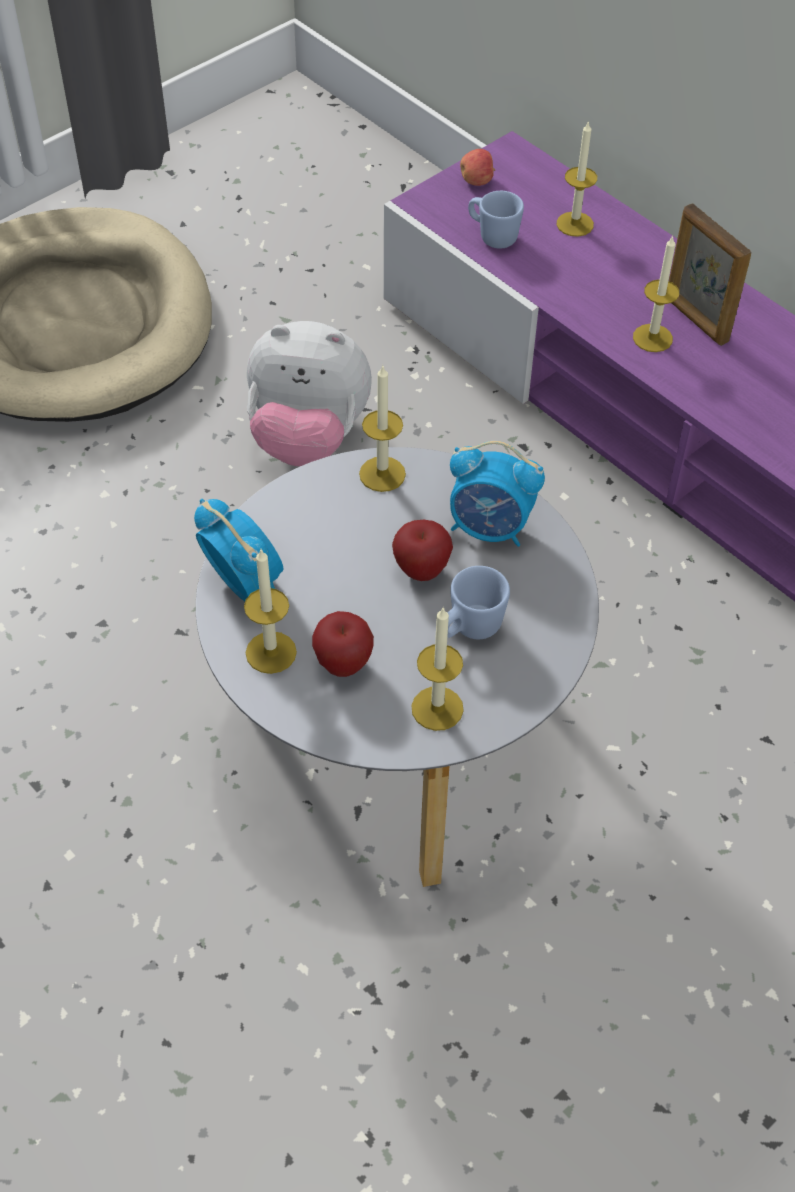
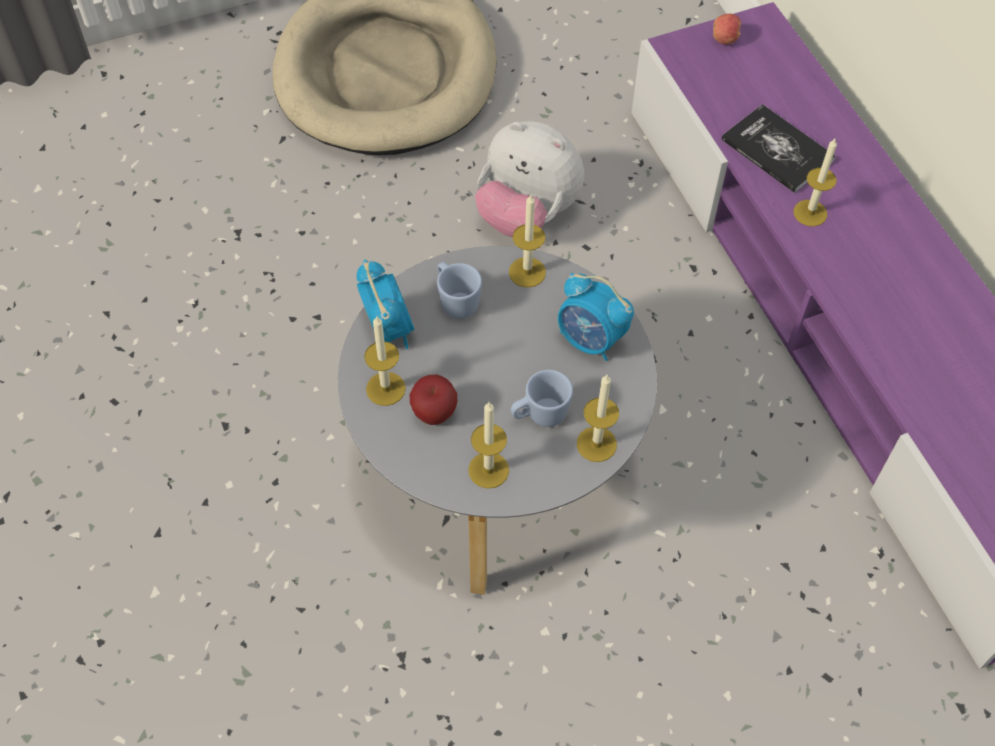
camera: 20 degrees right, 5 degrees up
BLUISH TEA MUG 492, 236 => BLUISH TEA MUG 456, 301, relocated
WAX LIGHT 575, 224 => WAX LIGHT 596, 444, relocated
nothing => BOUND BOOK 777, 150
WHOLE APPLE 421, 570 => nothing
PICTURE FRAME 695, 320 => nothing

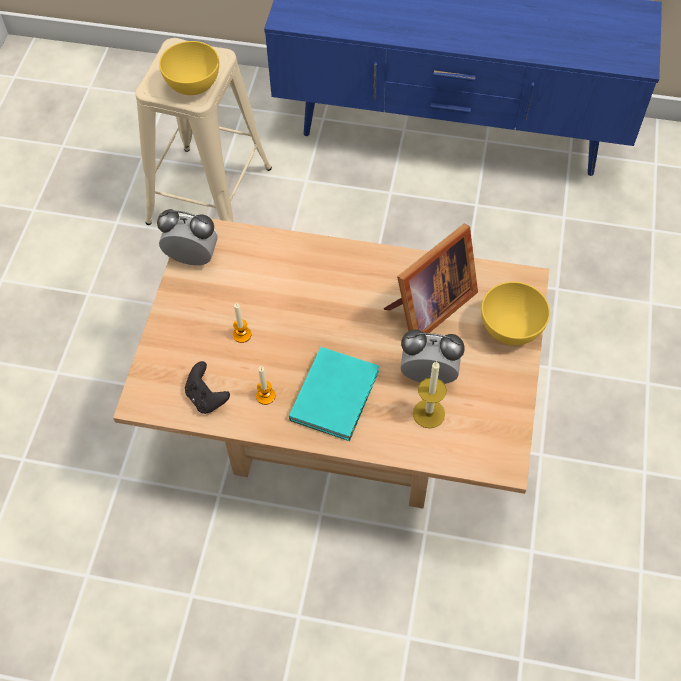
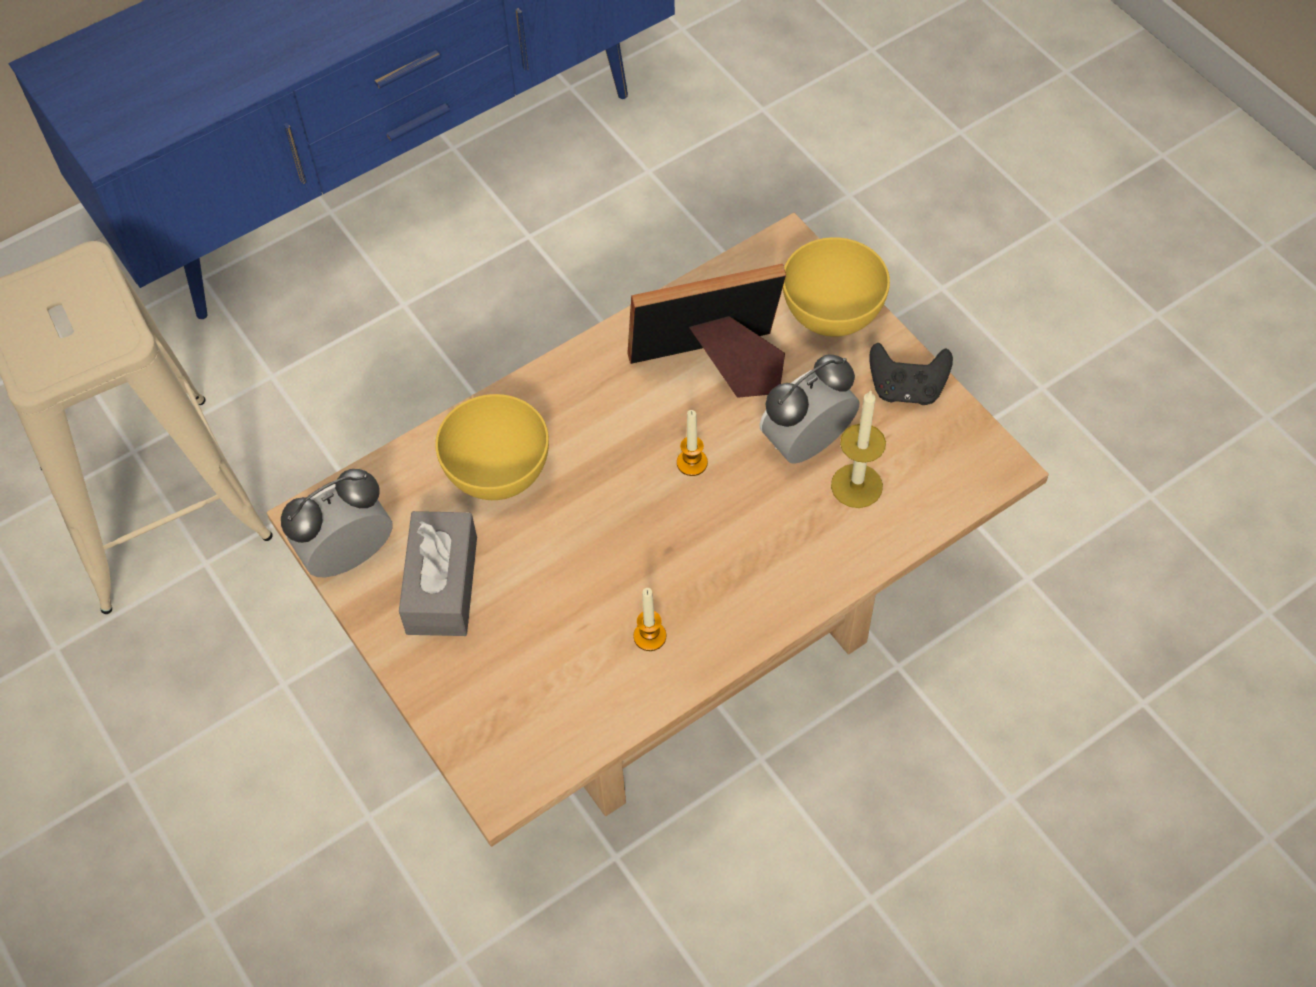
camera: 45 degrees left, 0 degrees up
nothing => GREYISH TISSUE HOLDER 442, 585
YELLOW-COLOURED SERVING BOWL 193, 85 => YELLOW-COLOURED SERVING BOWL 497, 473, relocated
PICTURE FRAME 427, 307 => PICTURE FRAME 713, 367, 105 degrees counterclockwise
WAX LIGHT 242, 335 => WAX LIGHT 692, 463, relocated
BLACK GAMEPAD 207, 397 => BLACK GAMEPAD 906, 389, relocated
TURQUOISE BOUND BOOK 337, 393 => nothing

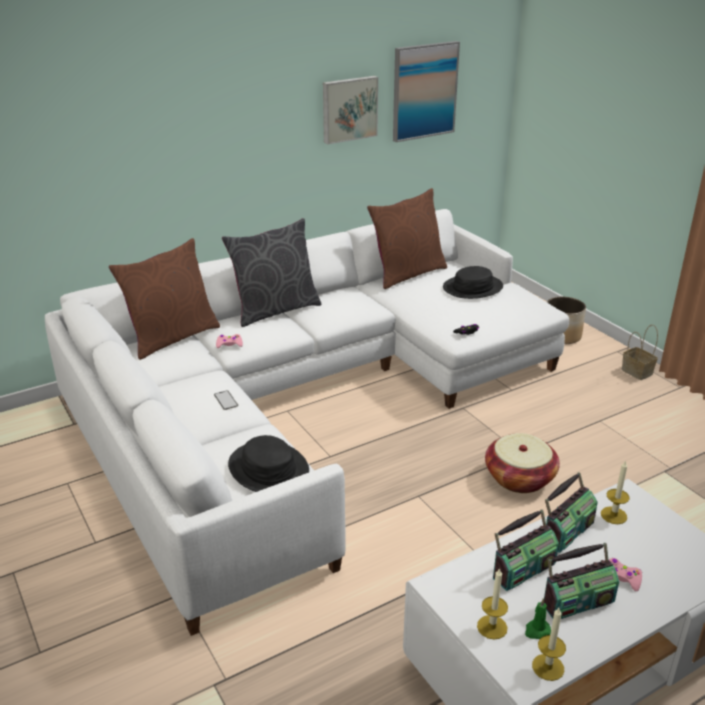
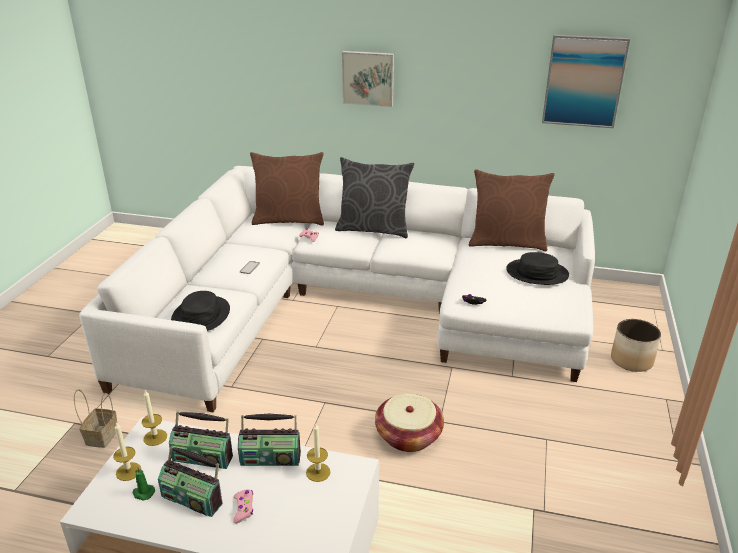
camera: 45 degrees right, 0 degrees up
BASKET 635, 371 => BASKET 102, 435, relocated
WAX LIGHT 548, 667 => WAX LIGHT 155, 437, relocated
PICTURE 349, 109 => PICTURE 368, 78, relocated

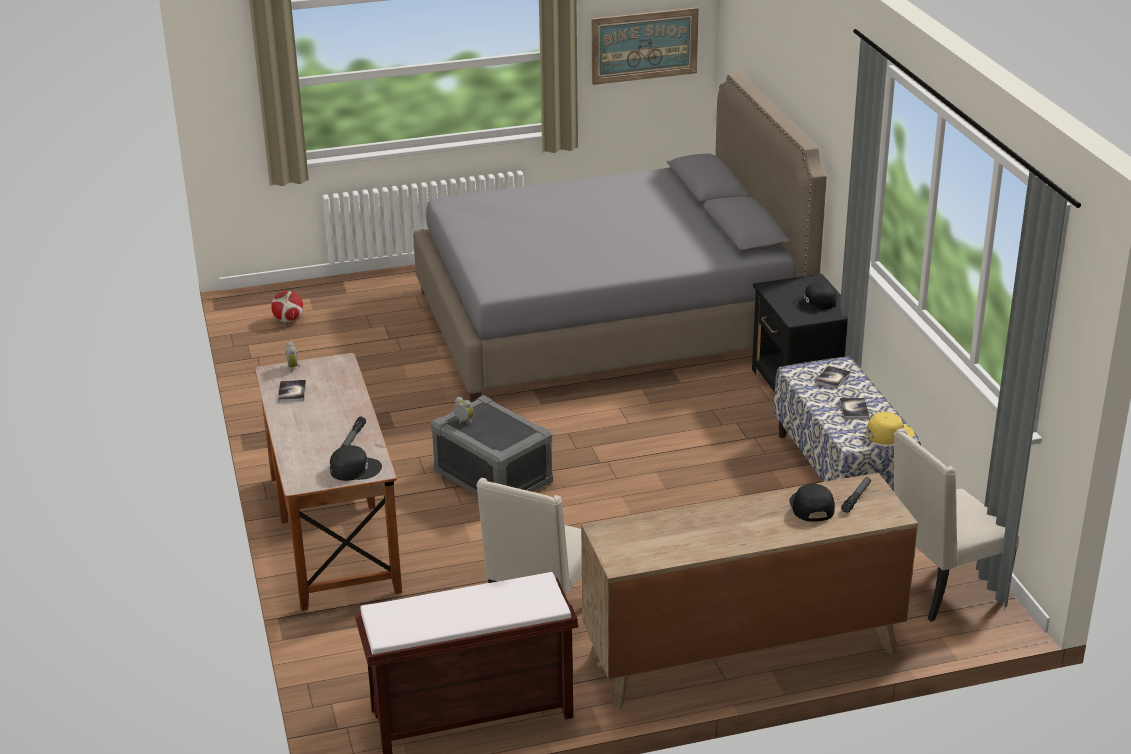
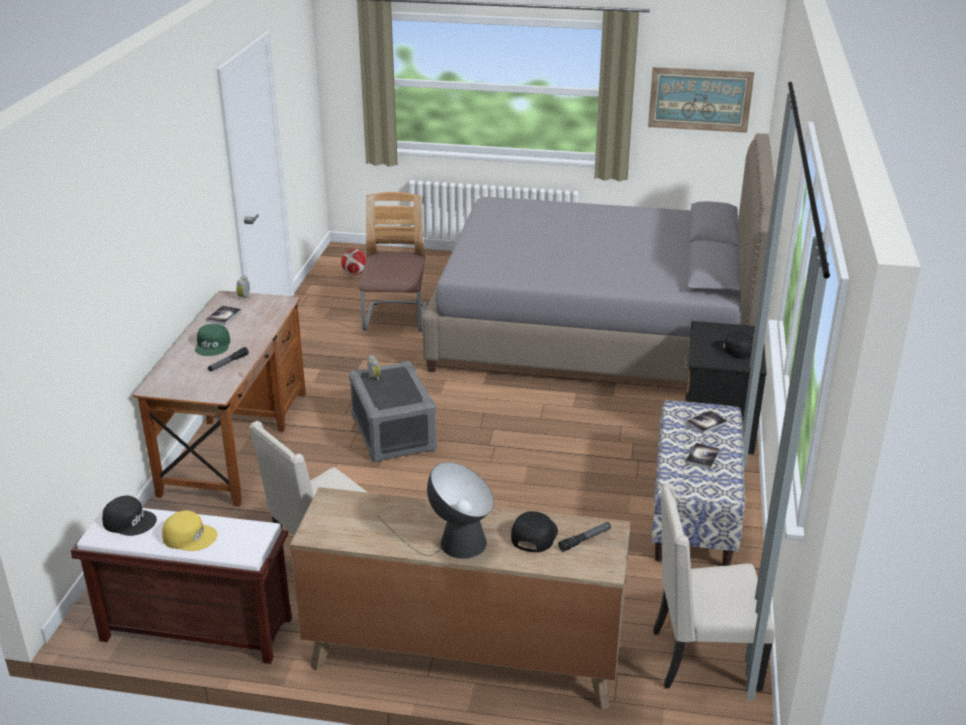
camera: 25 degrees right, 0 degrees up
BLACK CAP 355, 469 => BLACK CAP 130, 521, relocated
YELLOW-COLOURED CAP 889, 433 => YELLOW-COLOURED CAP 190, 536, relocated
nothing => GREEN CAP 213, 345
nothing => UPRIGHT CHAIR 395, 319
nothing => TABLETOP LAMP 454, 542

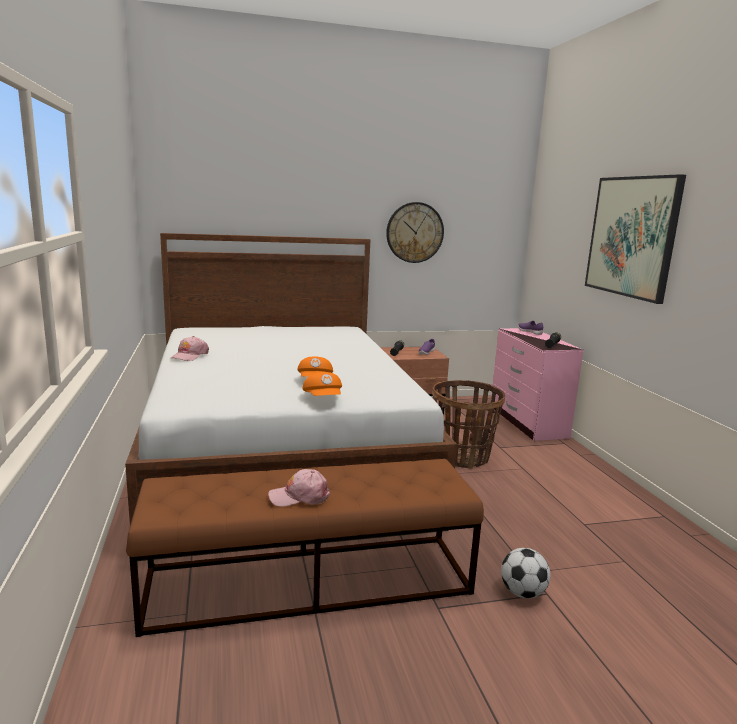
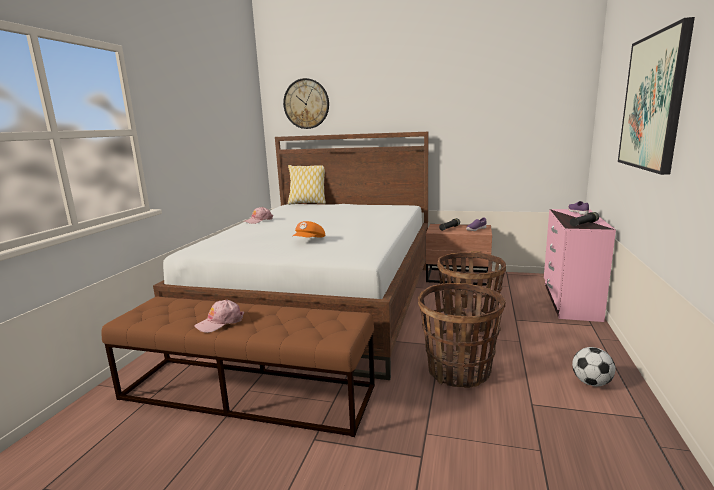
camera: 30 degrees right, 0 degrees up
PINK CAP 299, 496 => PINK CAP 220, 322, 60 degrees counterclockwise
HANGING CLOCK 414, 232 => HANGING CLOCK 306, 104, relocated
nothing => THROW PILLOW 307, 203
nothing => BASKET 459, 371
FOOTBALL BALL 522, 593 => FOOTBALL BALL 591, 383, relocated
ORANGE-COLOURED CAP 323, 399 => nothing

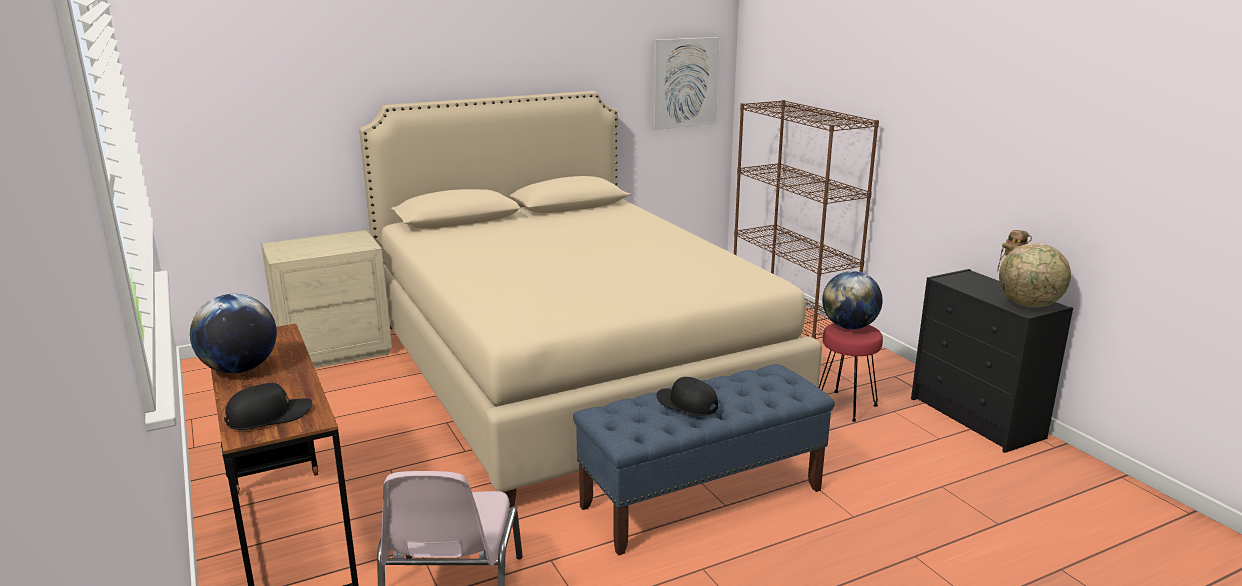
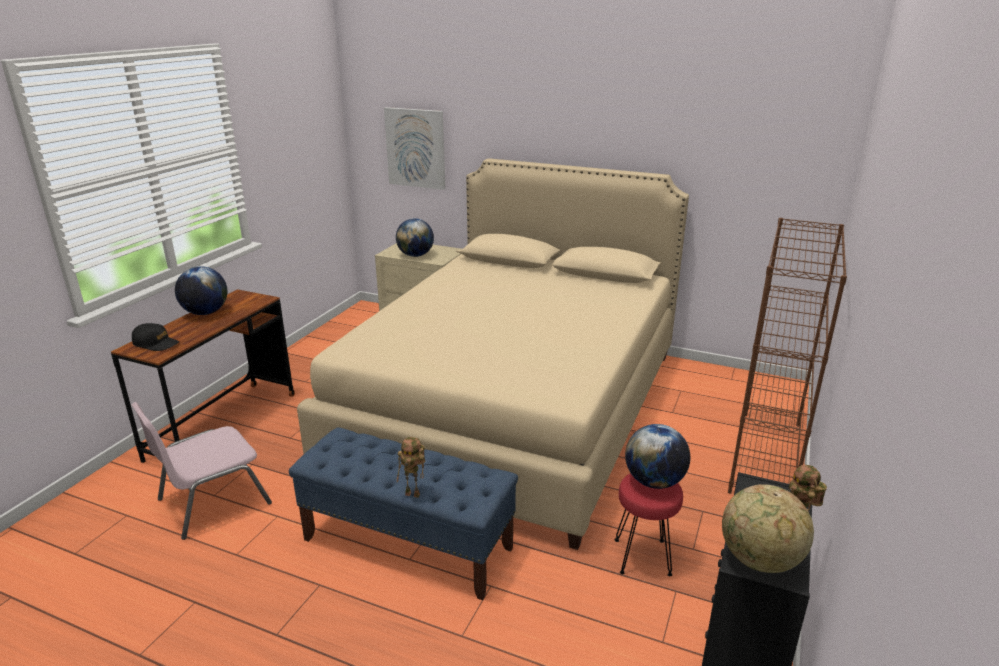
camera: 50 degrees right, 5 degrees up
PICTURE 684, 83 => PICTURE 416, 148, relocated
nothing => GLOBE 415, 255
nothing => TOY ROBOT 414, 494
BLACK CAP 687, 404 => nothing

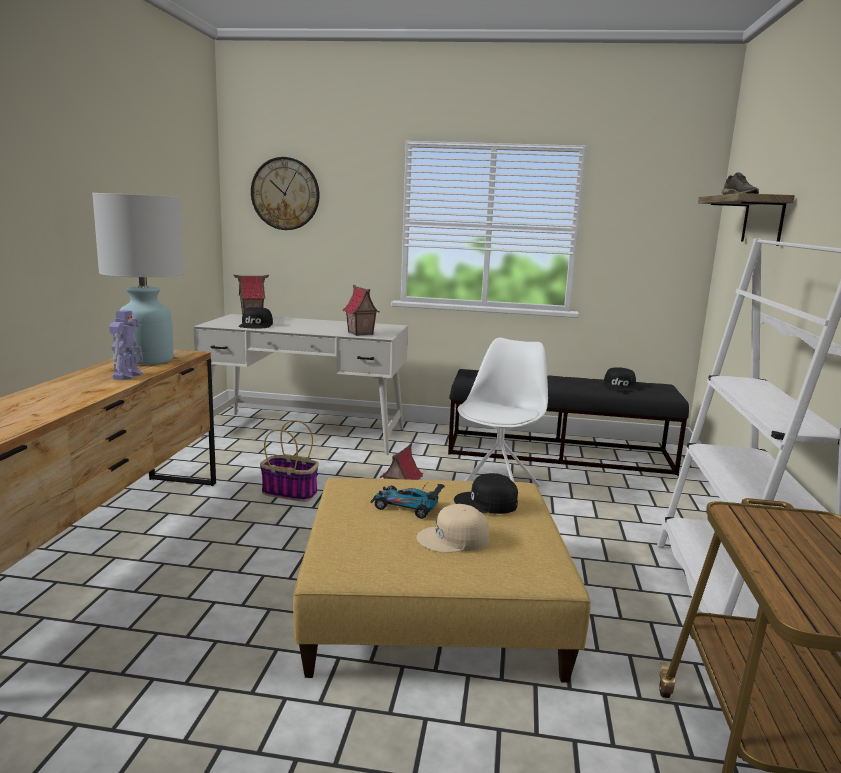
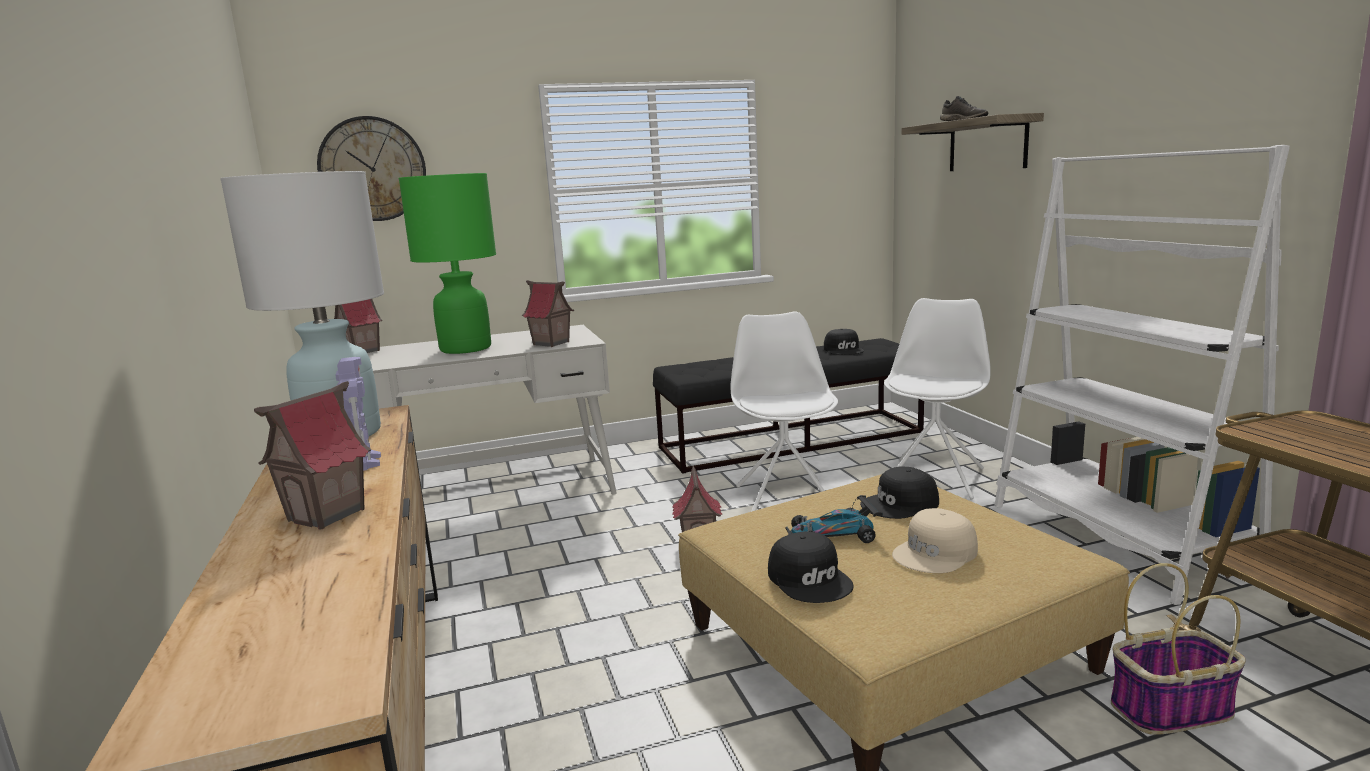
camera: 25 degrees left, 0 degrees up
nothing => MINIATURE HOUSE 327, 515
nothing => GREEN TABLETOP LAMP 465, 349
BLACK CAP 256, 325 => BLACK CAP 810, 579, relocated
nothing => WHITE-COLOURED UPRIGHT CHAIR 935, 478
BASKET 291, 493 => BASKET 1171, 708, relocated

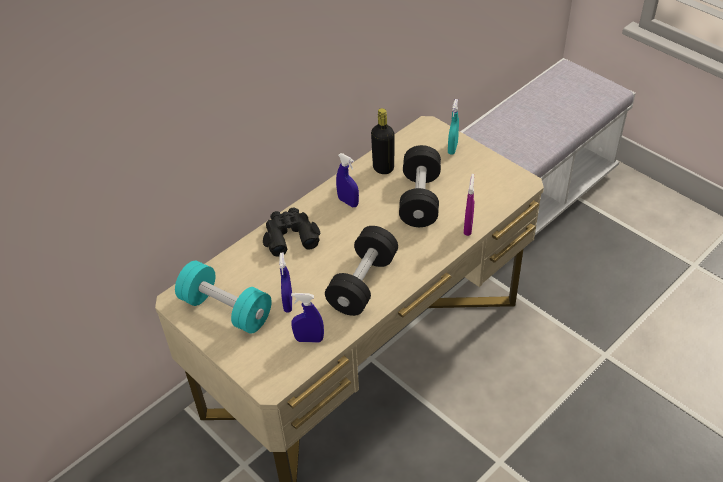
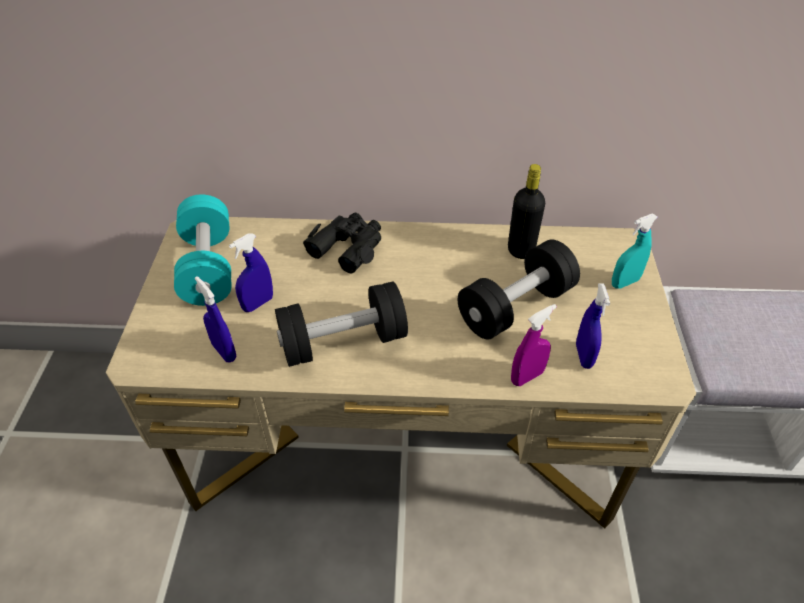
camera: 45 degrees right, 0 degrees up
BLUISH HAND SPRAYER 348, 202 => BLUISH HAND SPRAYER 583, 356, relocated

